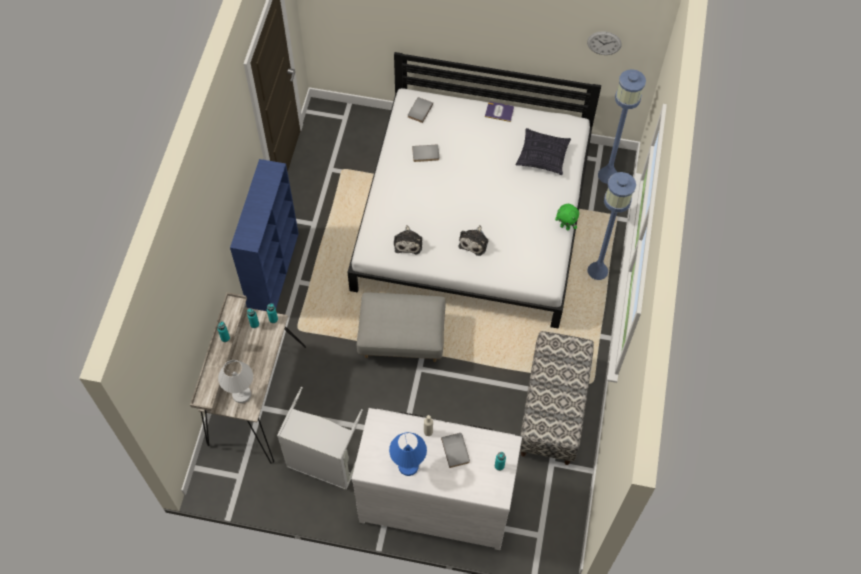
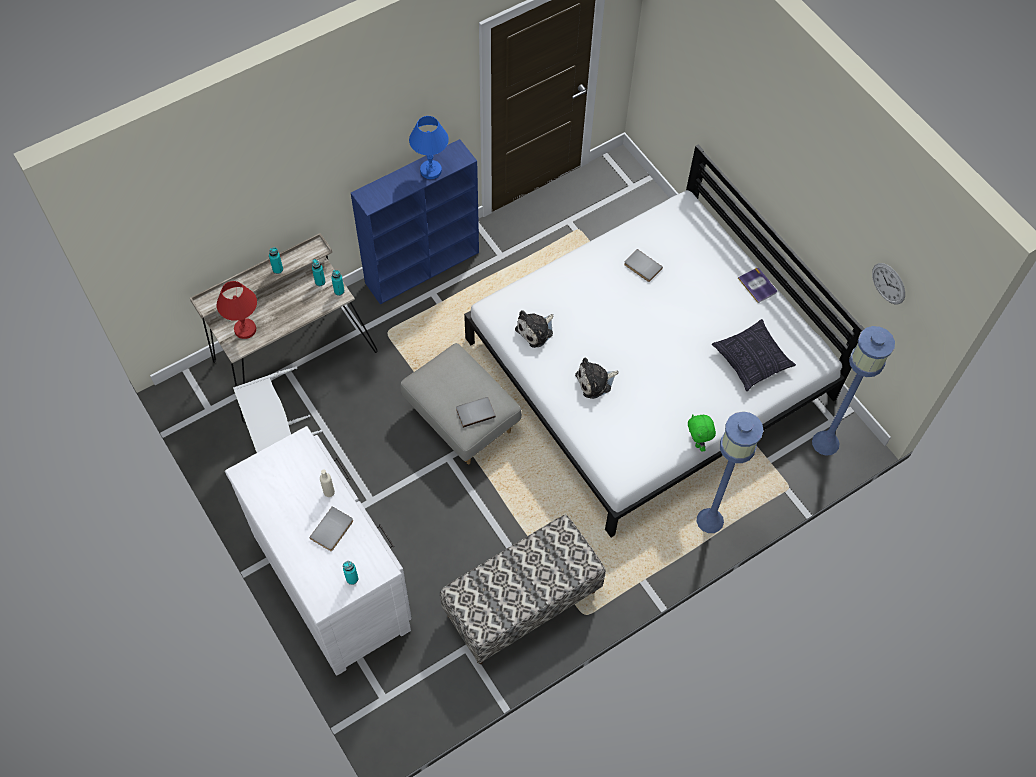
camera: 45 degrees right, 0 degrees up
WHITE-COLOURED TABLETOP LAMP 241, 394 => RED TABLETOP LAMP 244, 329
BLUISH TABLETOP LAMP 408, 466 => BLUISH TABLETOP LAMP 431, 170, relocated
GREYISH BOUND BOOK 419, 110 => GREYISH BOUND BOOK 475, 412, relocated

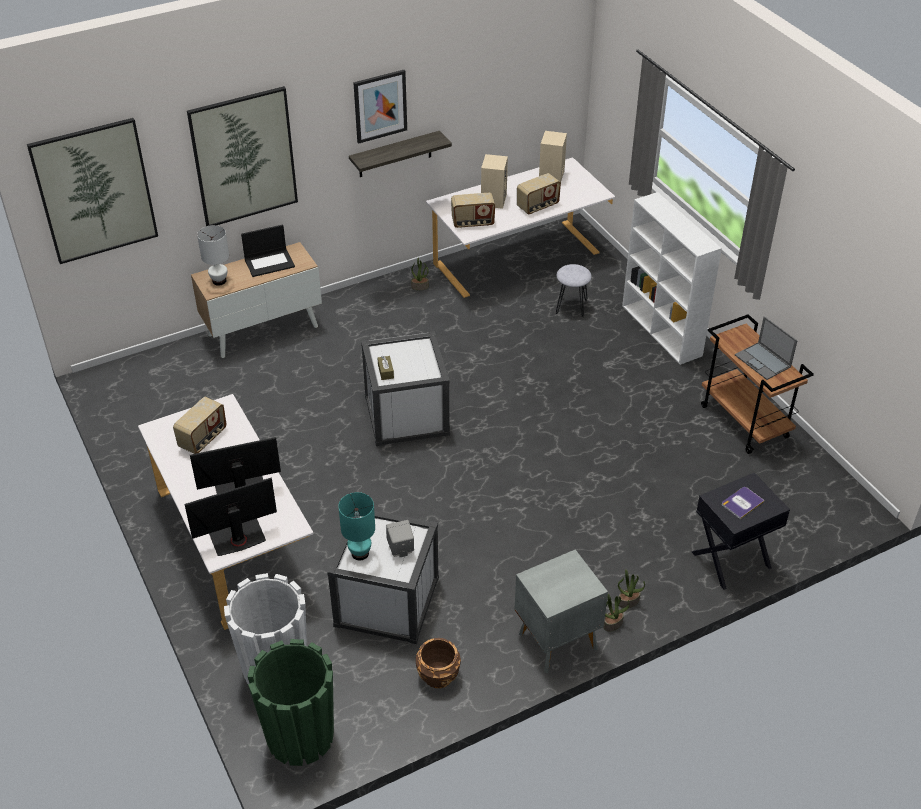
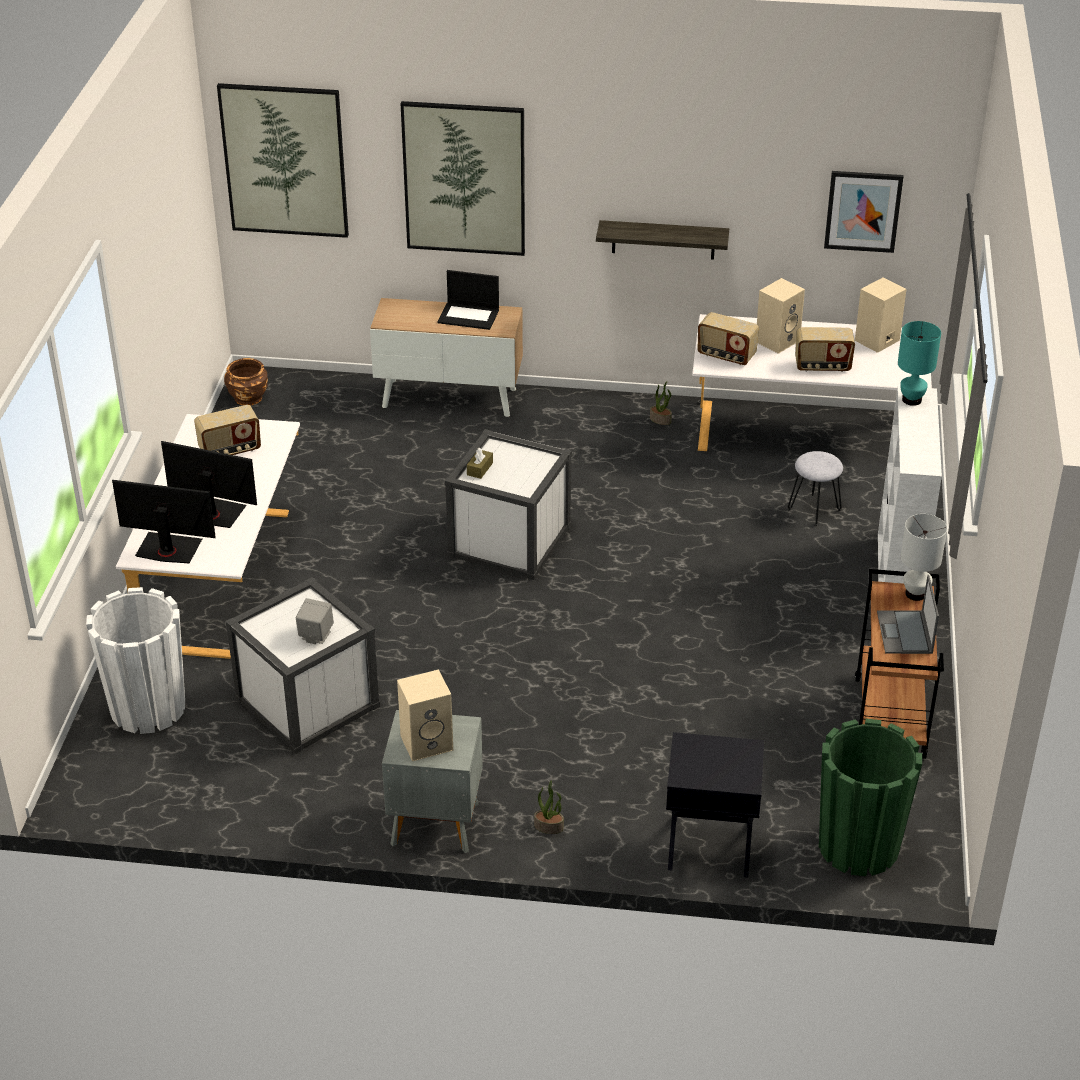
camera: 35 degrees right, 5 degrees down
BROWN-COLOURED PLANTER 438, 675 => BROWN-COLOURED PLANTER 248, 397, relocated
nothing => BEIGE LOUDSPEAKER 427, 742
GREEN PLANTER 300, 736 => GREEN PLANTER 858, 846, relocated
PICTURE 380, 106 => PICTURE 863, 211, relocated
TURQUOISE TABLETOP LAMP 359, 553 => TURQUOISE TABLETOP LAMP 911, 399, relocated
WHITE-COLOURED TABLETOP LAMP 219, 281 => WHITE-COLOURED TABLETOP LAMP 916, 594, relocated
HOUSEPLANT 613, 623 => nothing
BOUND BOOK 742, 503 => nothing

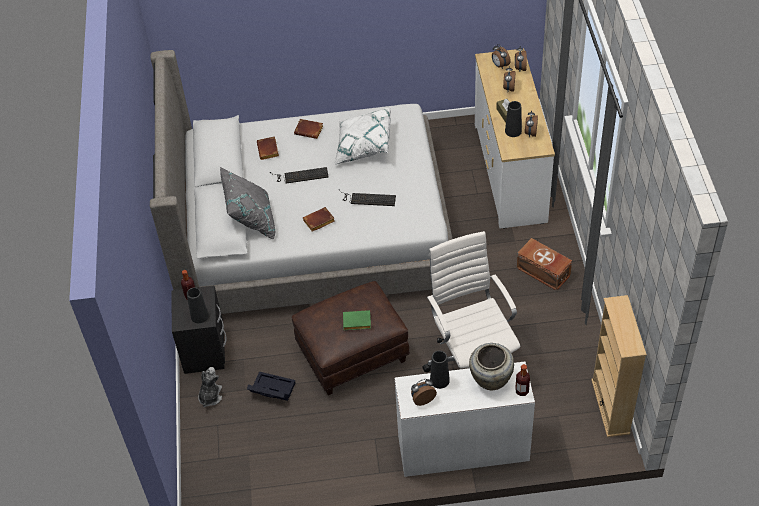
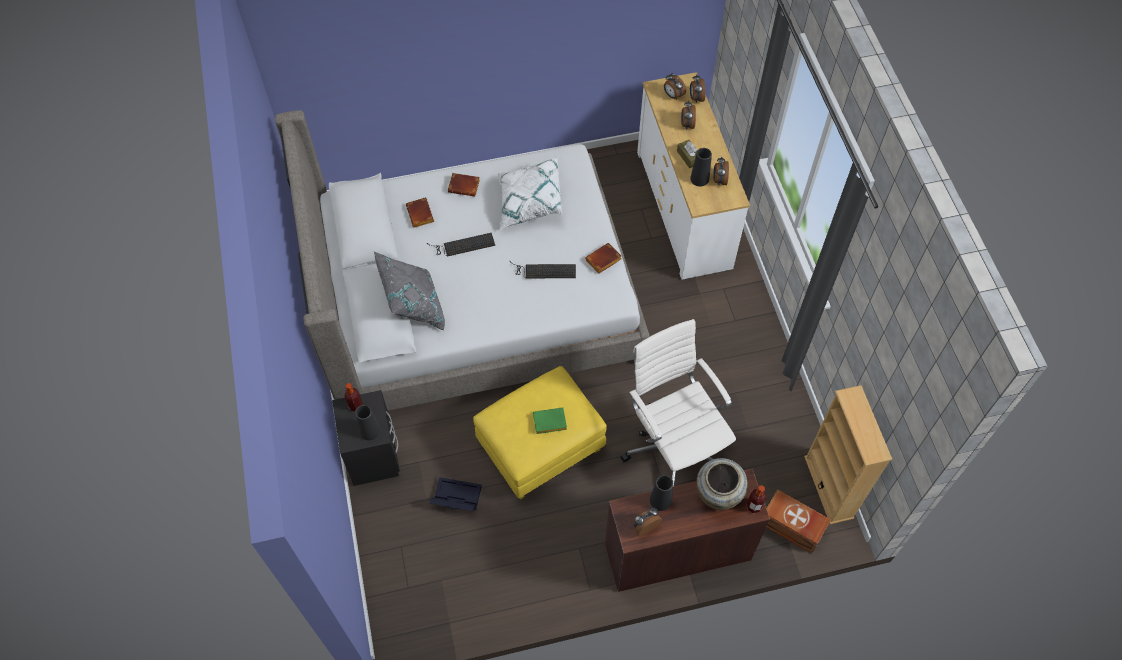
camera: 10 degrees left, 10 degrees up
BROWN-COLOURED FOOTREST 352, 355 => YELLOW-COLOURED FOOTREST 540, 448
BROWN-COLOURED BOUND BOOK 318, 222 => BROWN-COLOURED BOUND BOOK 603, 261, relocated
WHITE-COLOURED DESK UNIT 462, 447 => BROWN-COLOURED DESK UNIT 676, 550
BROWN-COLOURED STORAGE BOX 543, 272 => BROWN-COLOURED STORAGE BOX 792, 527, relocated
SOFT TOY 210, 396 => nothing

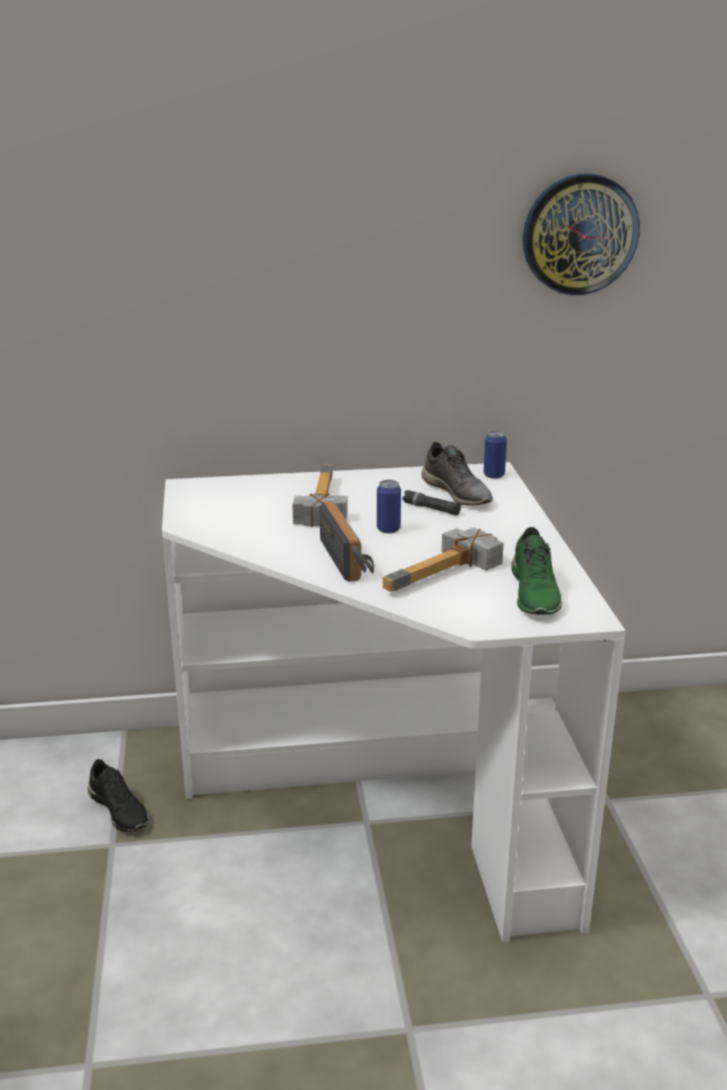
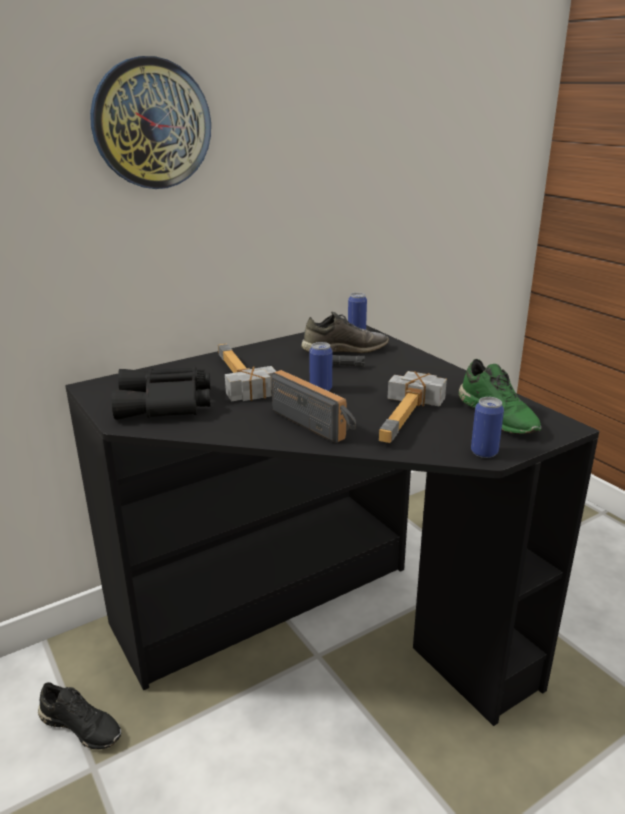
camera: 25 degrees left, 0 degrees up
WHITE-COLOURED DESK UNIT 384, 799 => BLACK DESK UNIT 319, 630
HANGING CLOCK 579, 234 => HANGING CLOCK 151, 124, relocated
nothing => BLACK FIELD GLASSES 166, 404
GREYISH LOW SHOE 458, 493 => GREYISH LOW SHOE 344, 349, 45 degrees counterclockwise
nothing => SEALED CAN 484, 452

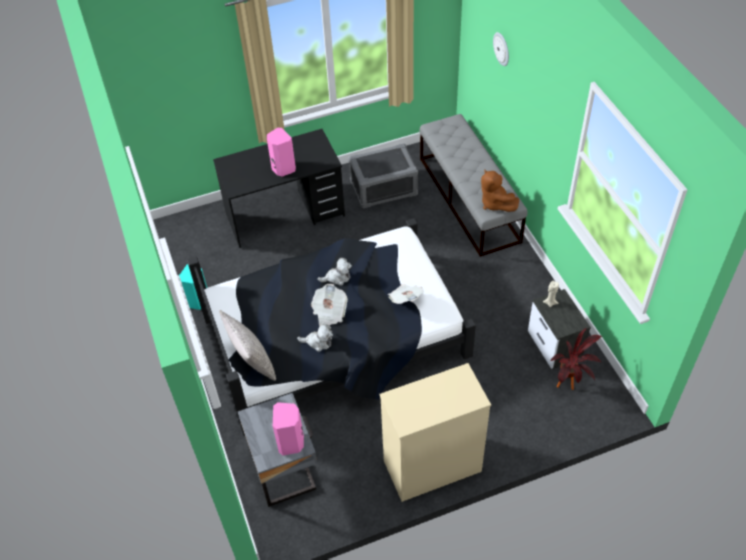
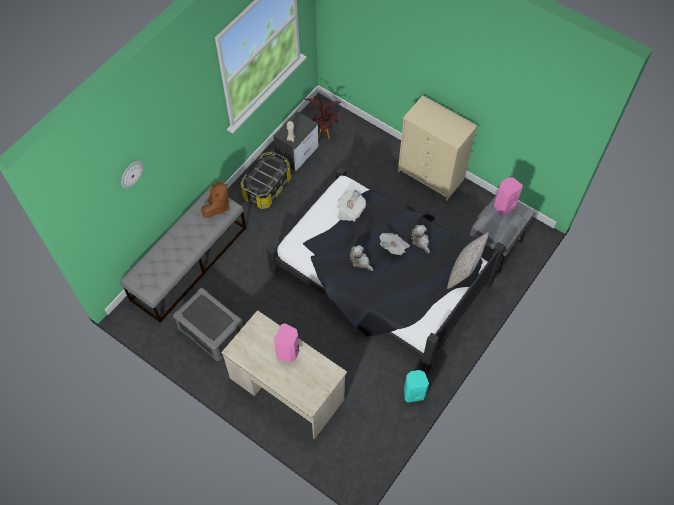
camera: 125 degrees left, 10 degrees up
BLACK DESK UNIT 285, 214 => BEIGE DESK UNIT 286, 389
nothing => STORAGE BOX 266, 187

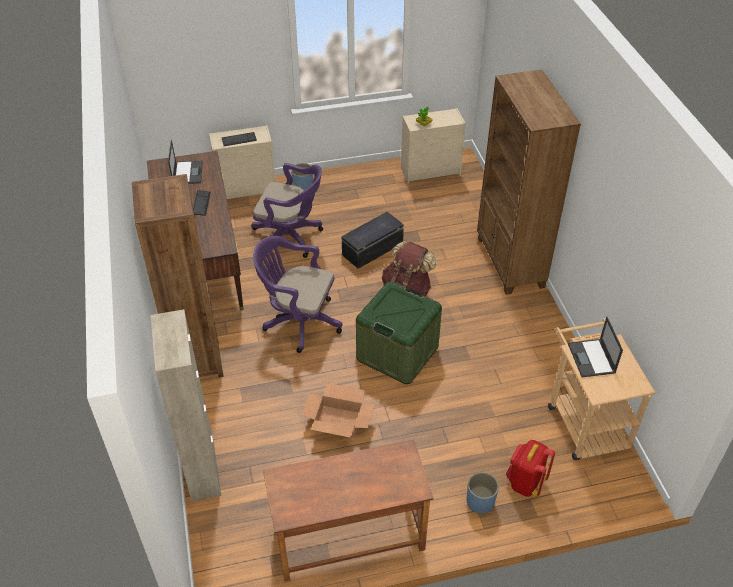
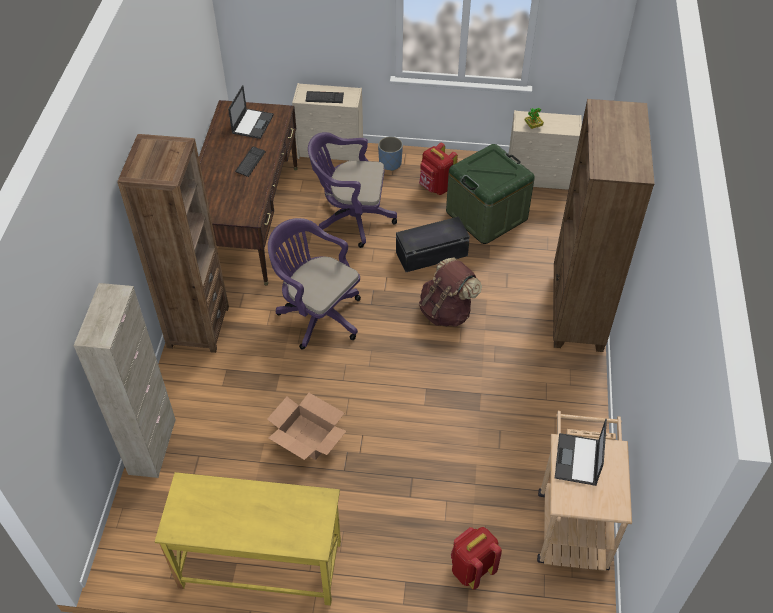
camera: 20 degrees right, 5 degrees up
BROWN-COLOURED DESK UNIT 348, 538 => YELLOW-COLOURED DESK UNIT 260, 565
PURPLE-COLOURED COMPUTER CHAIR 291, 238 => PURPLE-COLOURED COMPUTER CHAIR 351, 218, 150 degrees clockwise
nothing => RED BACKPACK 436, 187
GREEN STORAGE BOX 397, 353 => GREEN STORAGE BOX 486, 215, relocated
BLUISH PLANTER 480, 502 => nothing

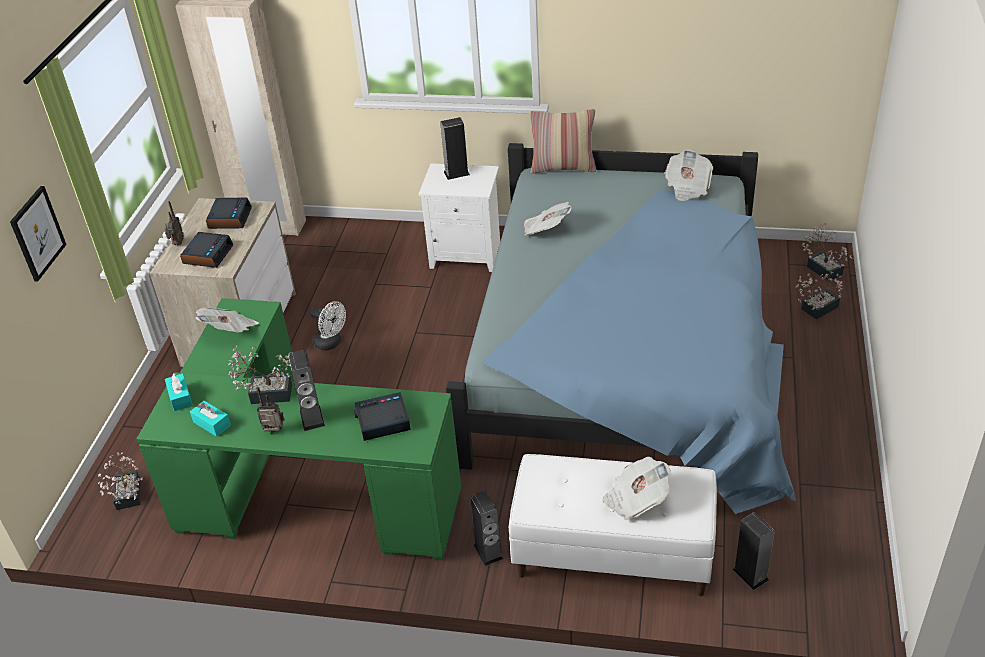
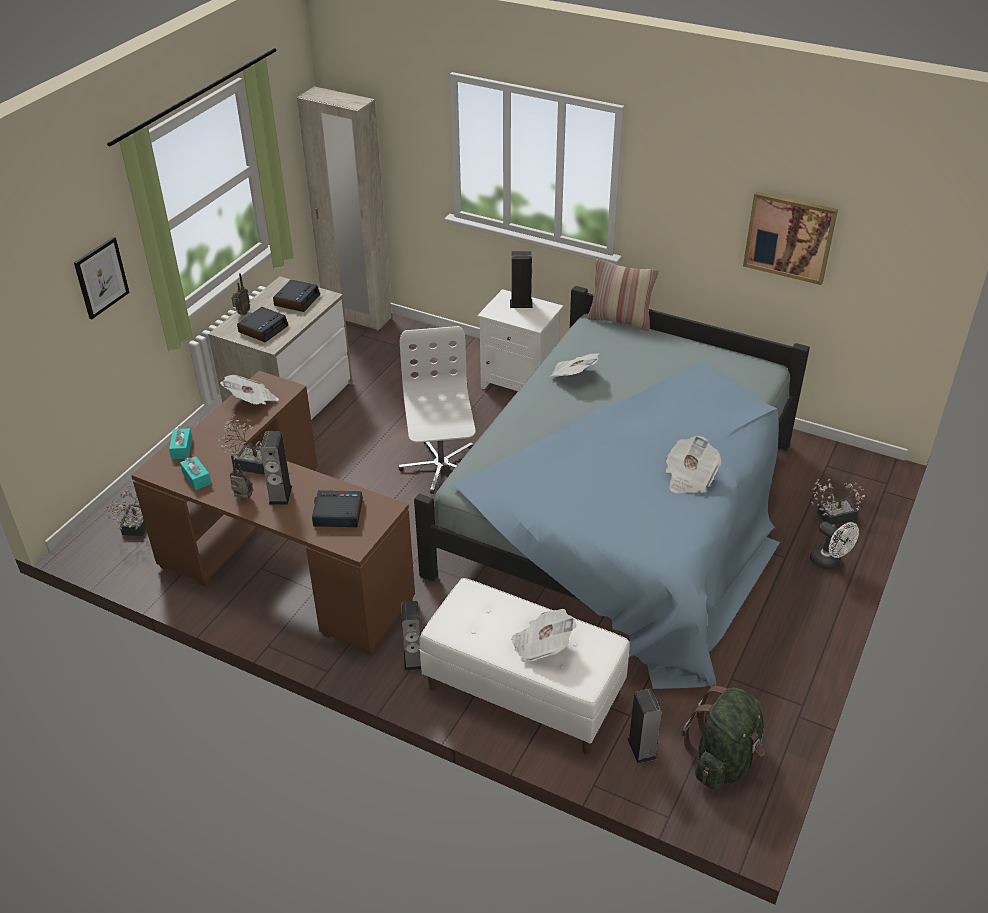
camera: 15 degrees right, 0 degrees up
GREEN DESK UNIT 300, 488 => BROWN-COLOURED DESK UNIT 278, 558
nothing => WHITE-COLOURED COMPUTER CHAIR 440, 467
NEWSPAPER 687, 187 => NEWSPAPER 689, 478, relocated
nothing => GREEN BACKPACK 724, 760
nothing => PICTURE 789, 237
WHITE-COLOURED COOLING FAN 331, 343 => WHITE-COLOURED COOLING FAN 829, 562, relocated
HOUSEPLANT 822, 268 => nothing

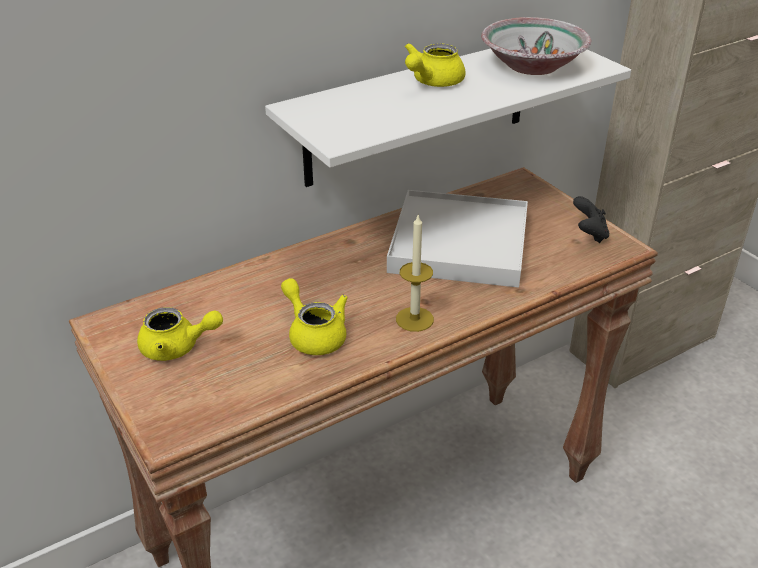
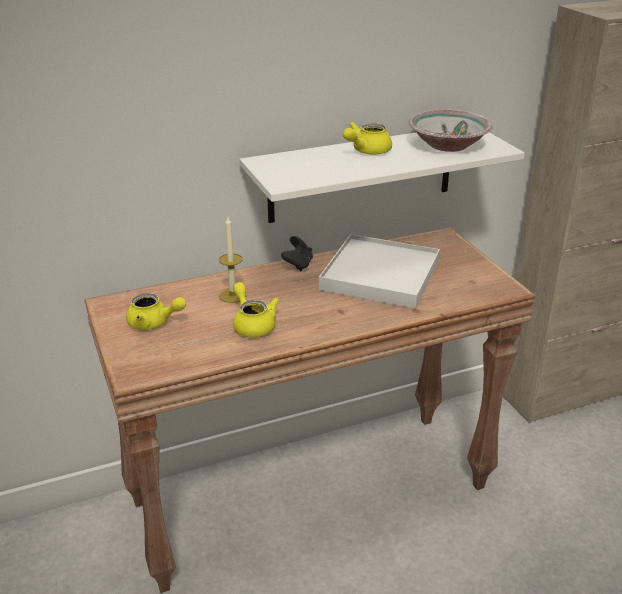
camera: 10 degrees right, 5 degrees down
WAX LIGHT 414, 319 => WAX LIGHT 232, 295, relocated
BLACK GAMEPAD 589, 234 => BLACK GAMEPAD 298, 265, relocated

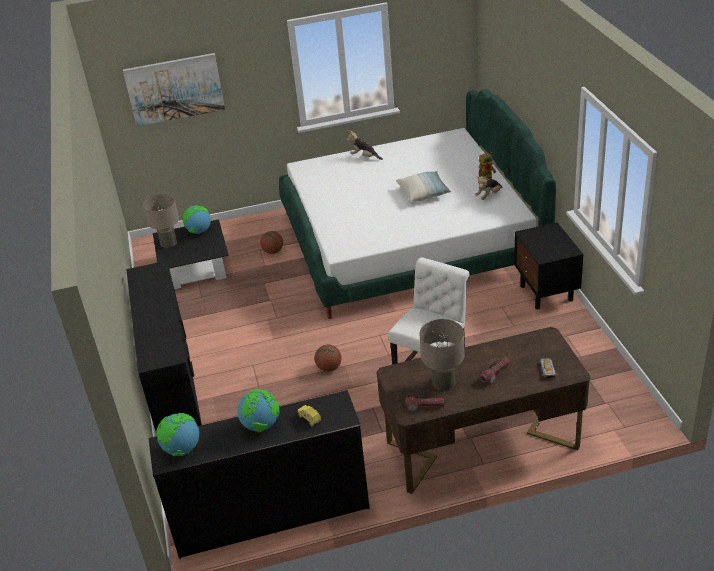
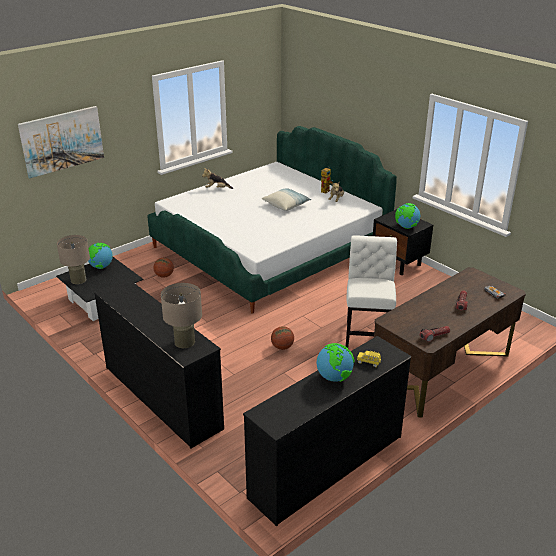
camera: 30 degrees left, 5 degrees down
BEIGE TABLETOP LAMP 443, 382 => BEIGE TABLETOP LAMP 184, 342, relocated
GLOBE 181, 450 => GLOBE 406, 227, relocated

